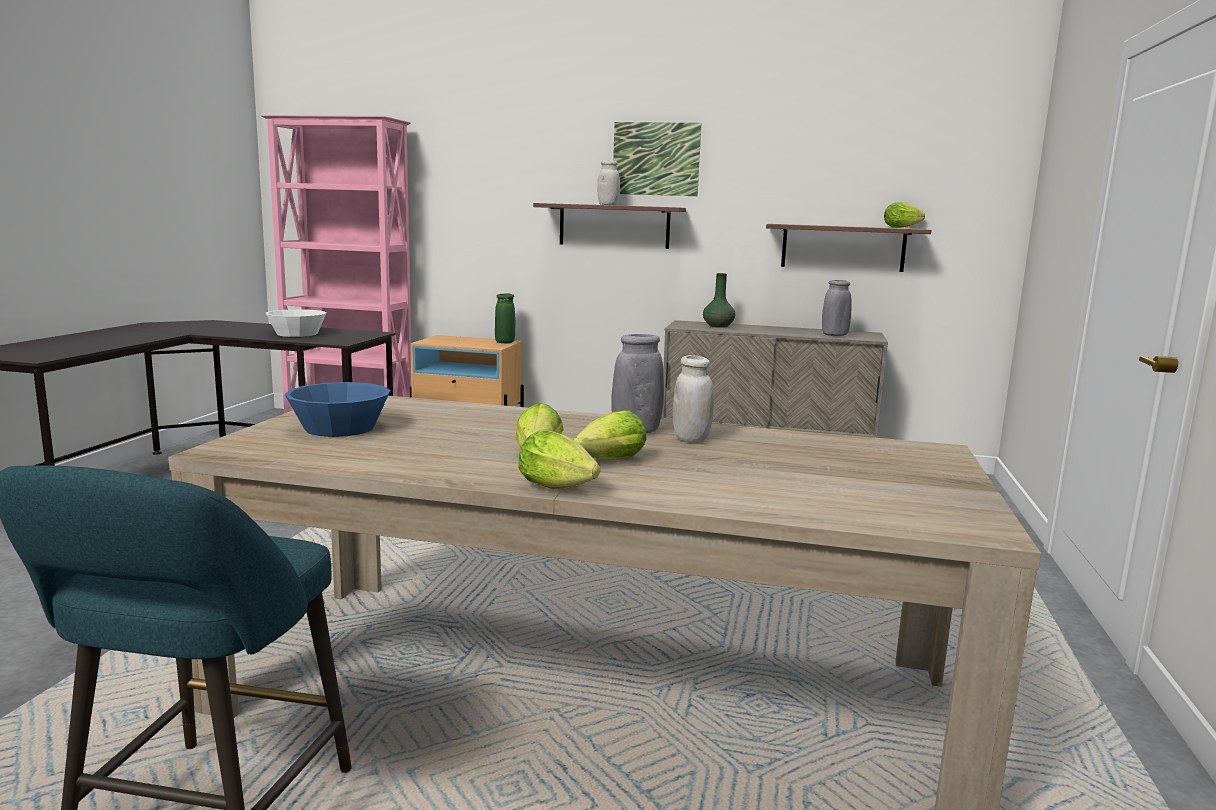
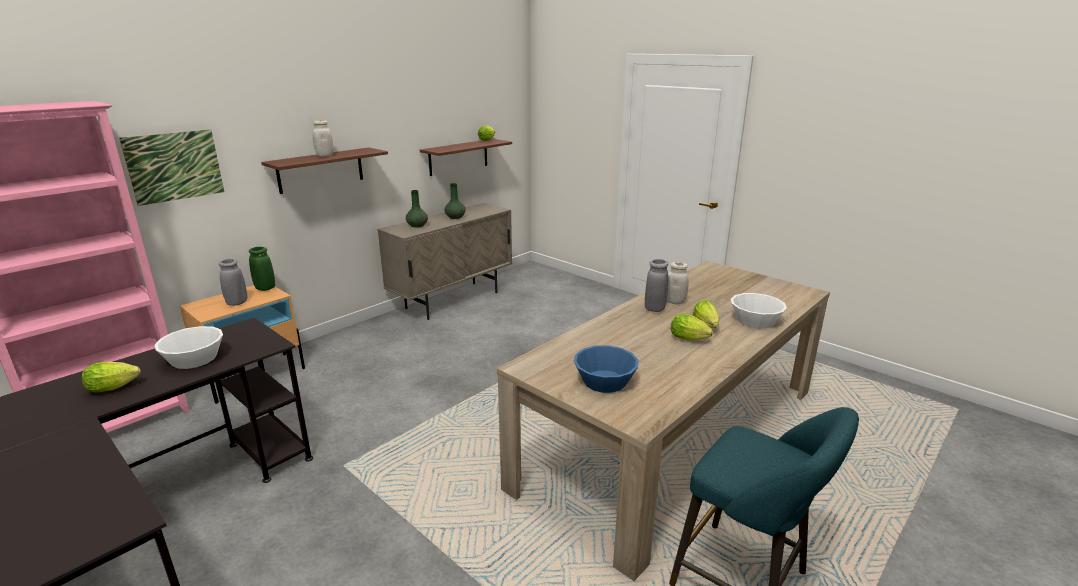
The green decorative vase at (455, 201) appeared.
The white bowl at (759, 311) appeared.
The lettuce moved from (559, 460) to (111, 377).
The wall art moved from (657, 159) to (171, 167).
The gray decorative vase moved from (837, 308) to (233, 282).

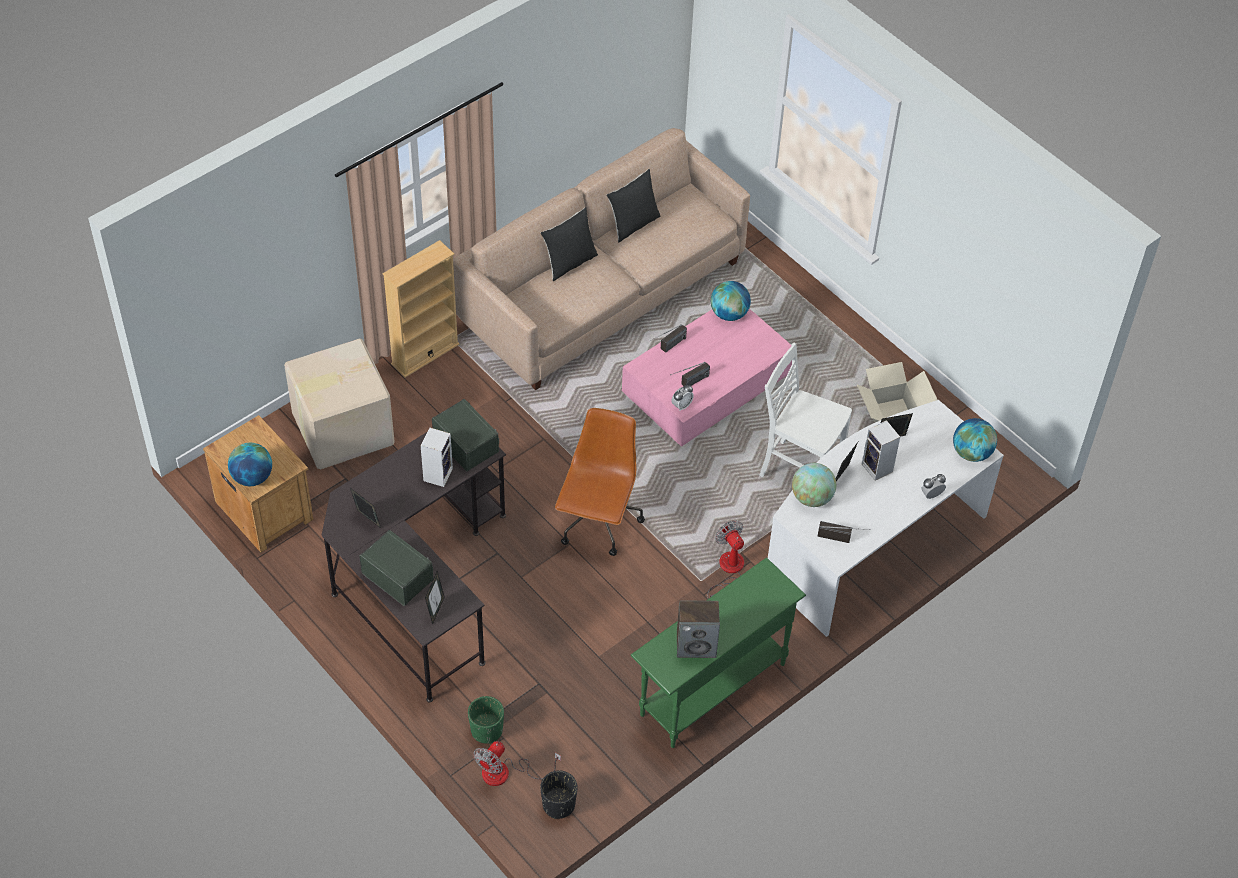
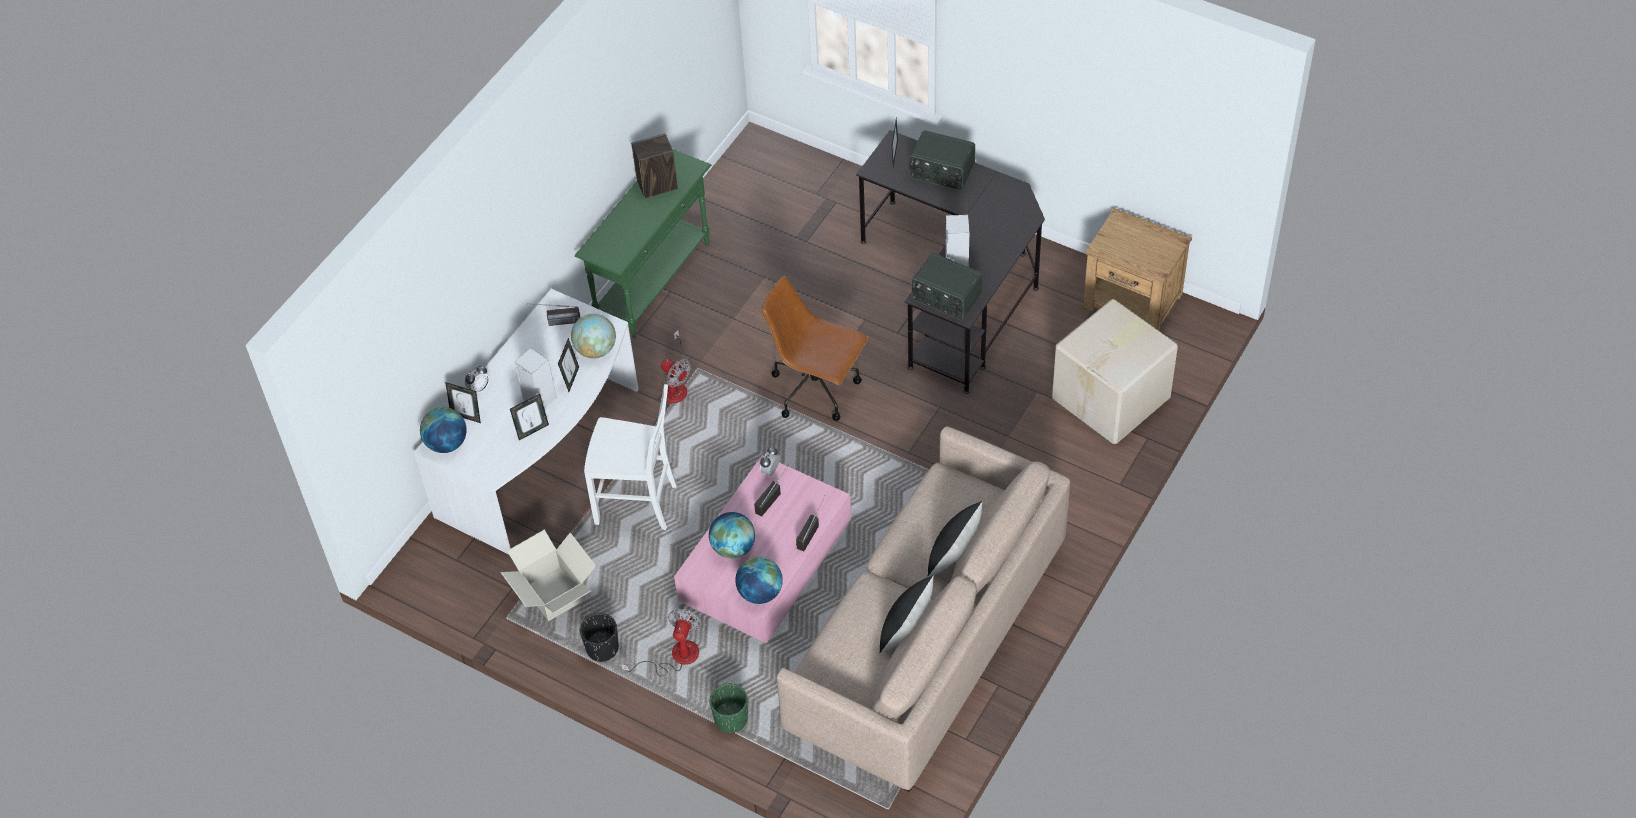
The beige shelving unit at (421, 309) disappeared.
The desk globe moved from (250, 464) to (732, 535).
The standing frame moved from (365, 508) to (463, 402).
The green planter moved from (486, 720) to (729, 708).
The electric fan moved from (517, 763) to (661, 642).
The black planter moved from (559, 794) to (599, 637).
The brown-coloured office chair at (600, 482) turned 120 degrees clockwise.

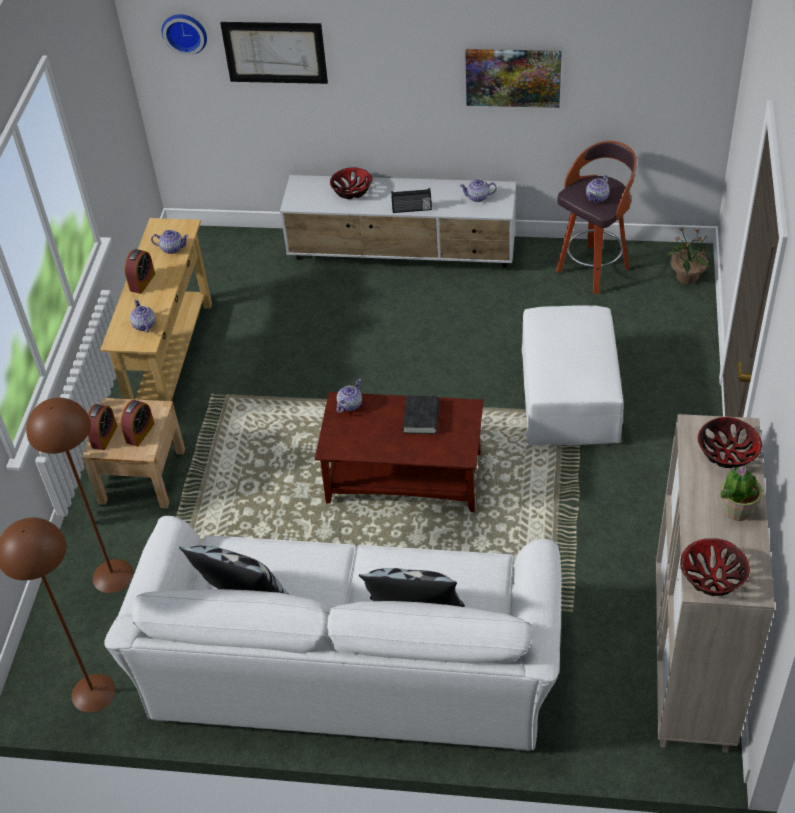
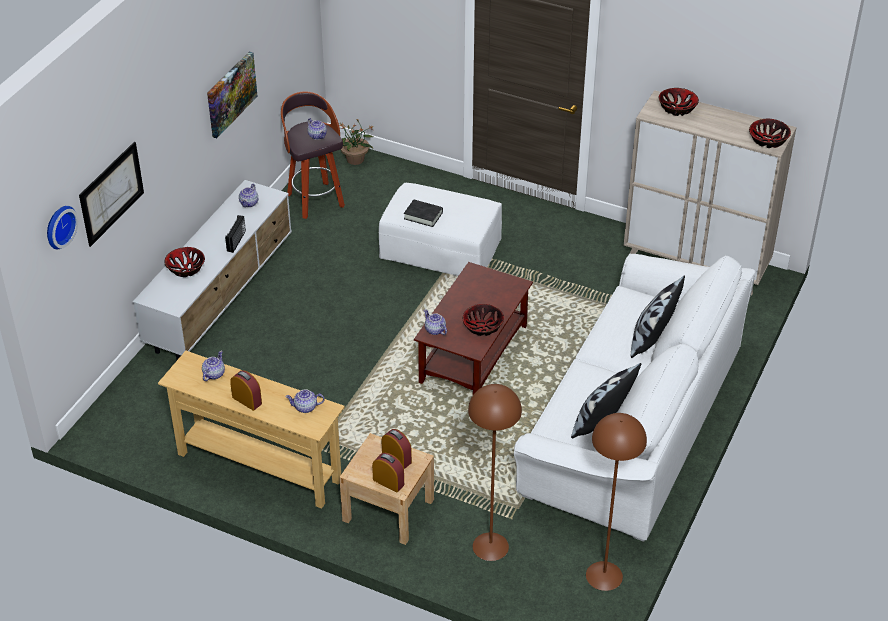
The plant in a pot at (741, 494) disappeared.
The bowl at (483, 320) appeared.
The black bound book moved from (421, 414) to (423, 213).

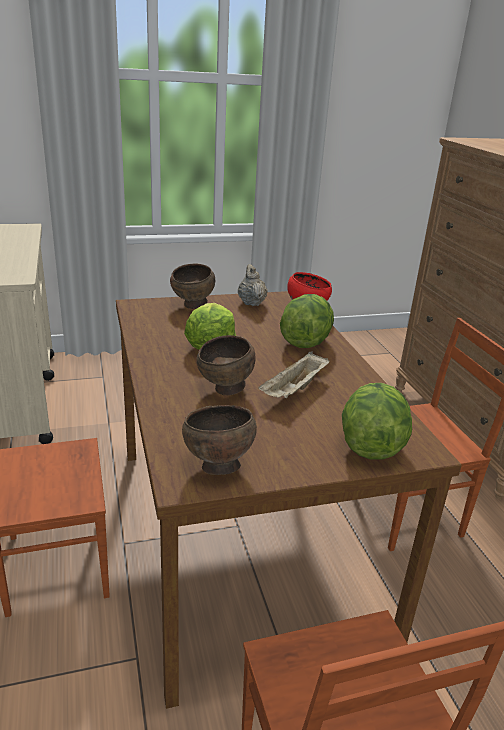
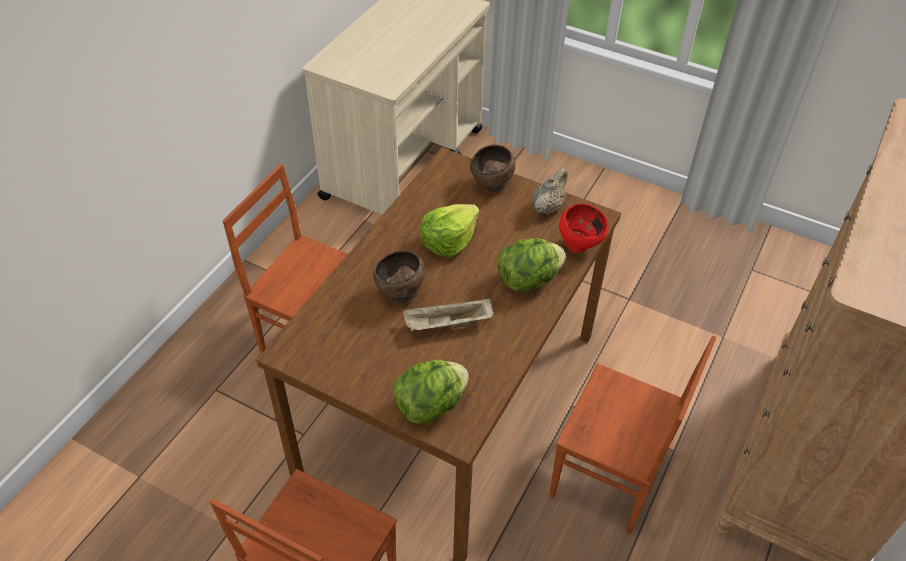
The brown-coloured bowl at (219, 440) disappeared.

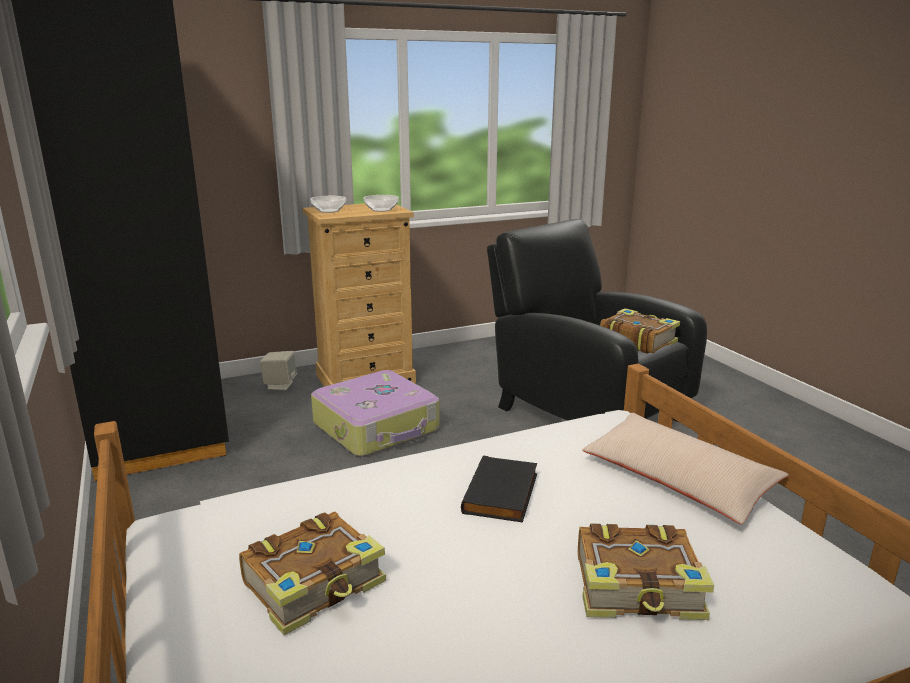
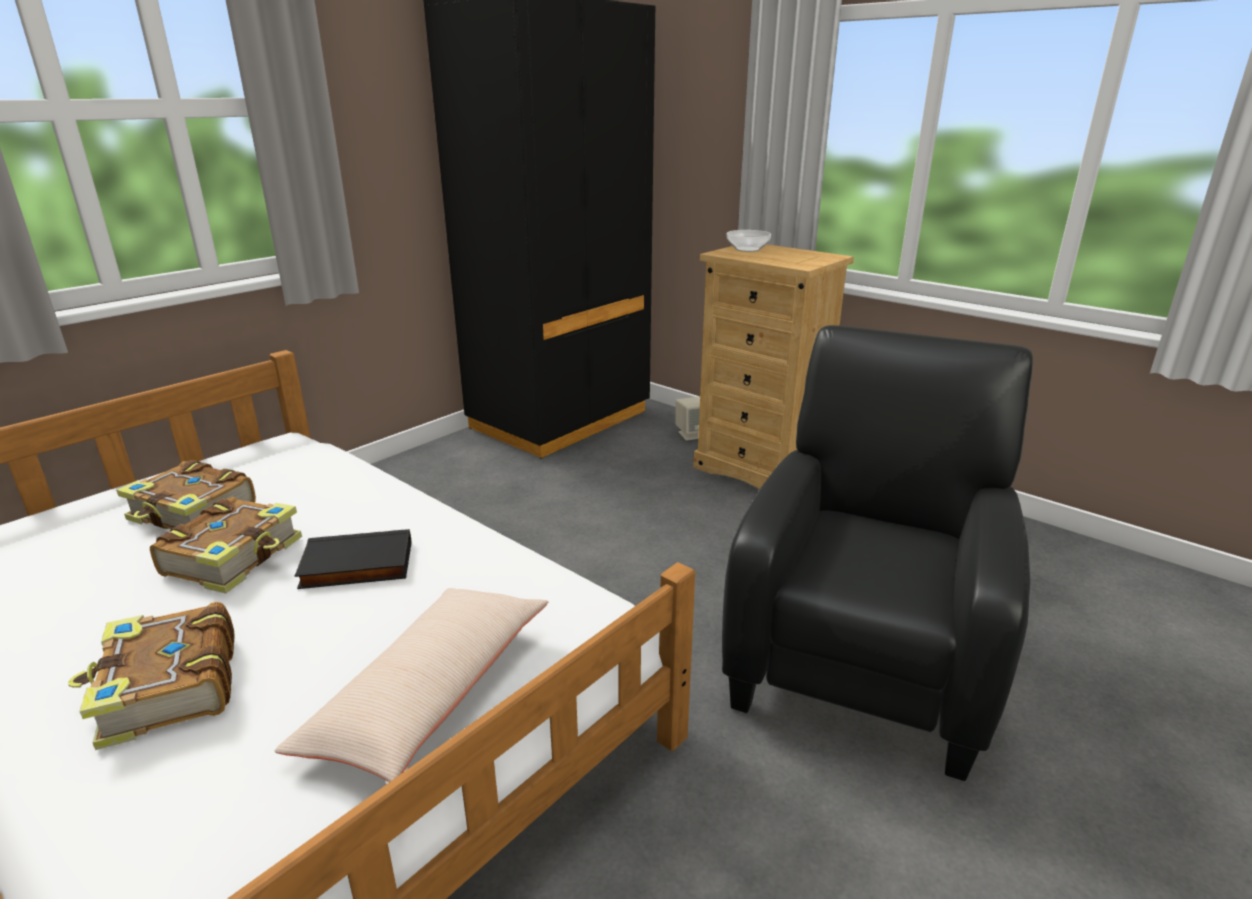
The piece of luggage at (375, 413) disappeared.
The bowl at (381, 203) disappeared.
The bound book moved from (640, 331) to (226, 545).

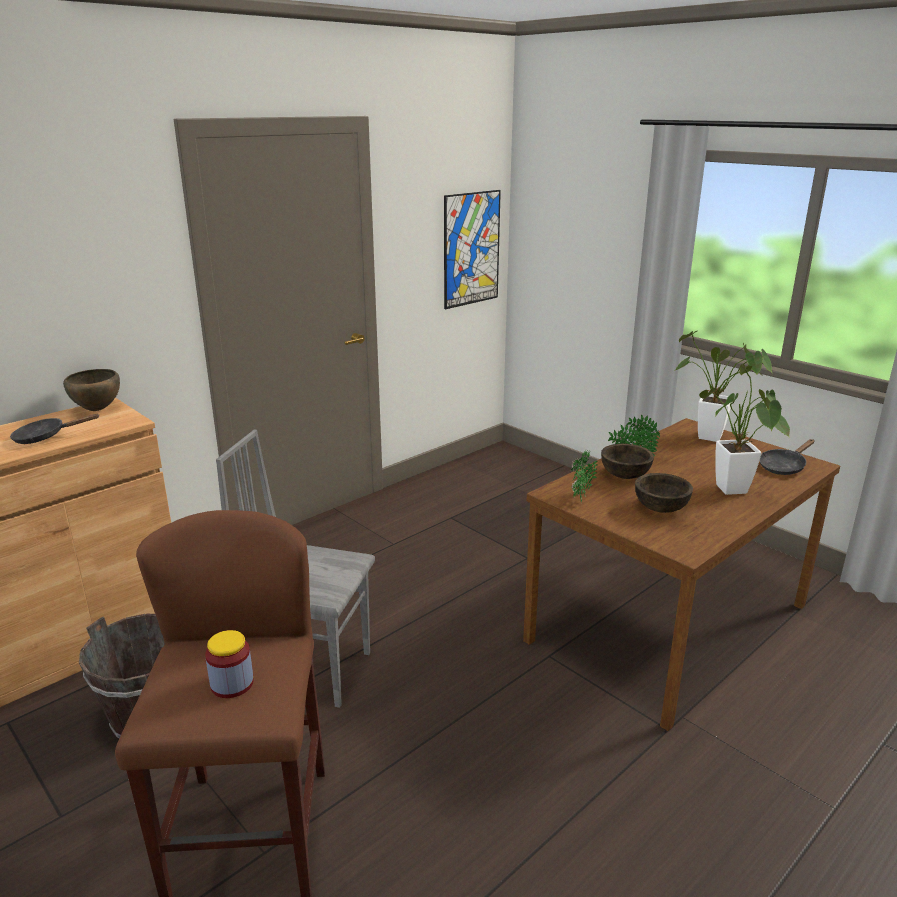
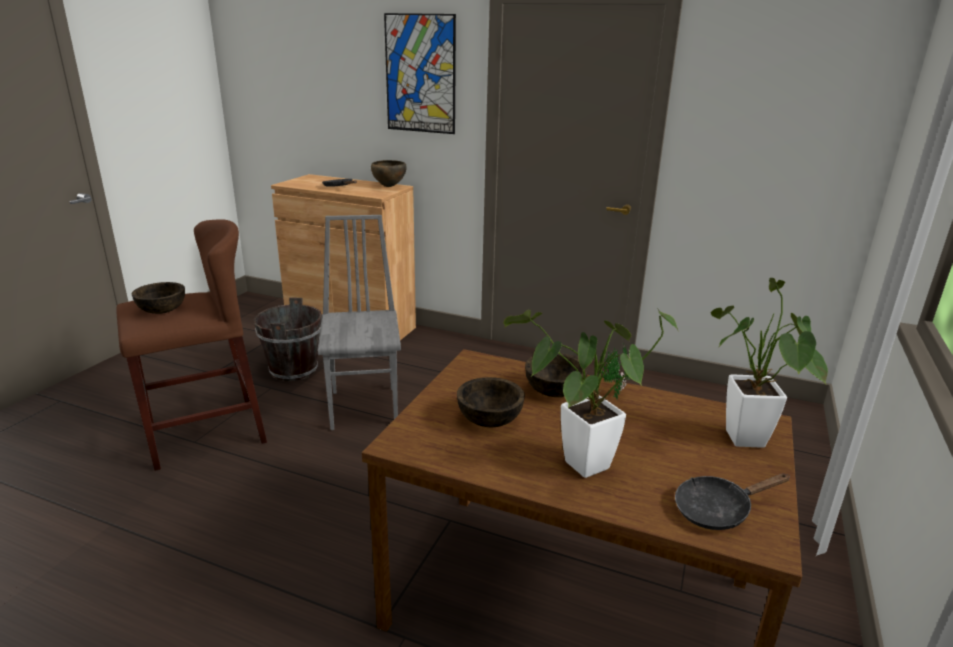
The plant in a pot at (584, 475) disappeared.
The wall art moved from (472, 249) to (420, 73).
The preserve jar at (229, 664) was replaced by the brown-coloured bowl at (158, 298).
The black frying pan at (787, 457) turned 45 degrees counterclockwise.

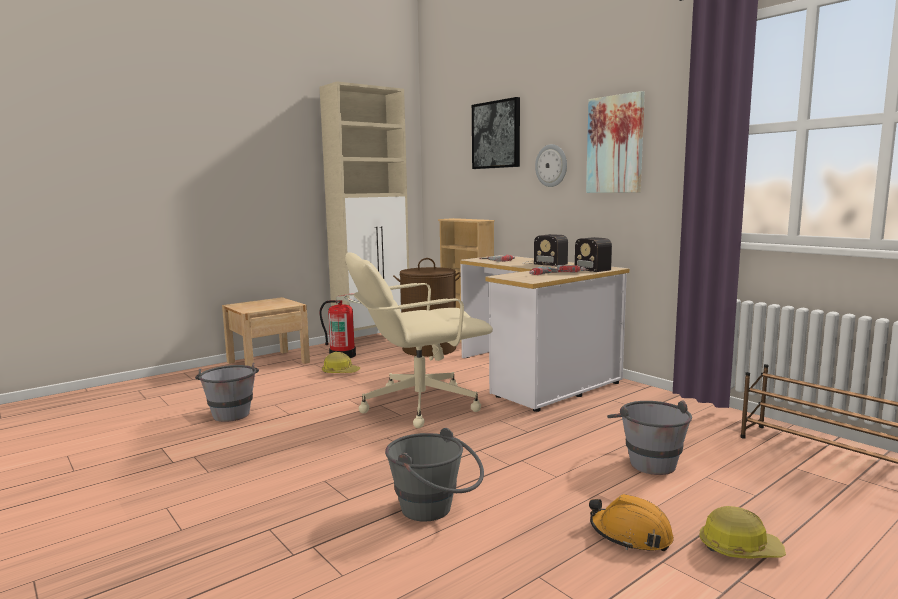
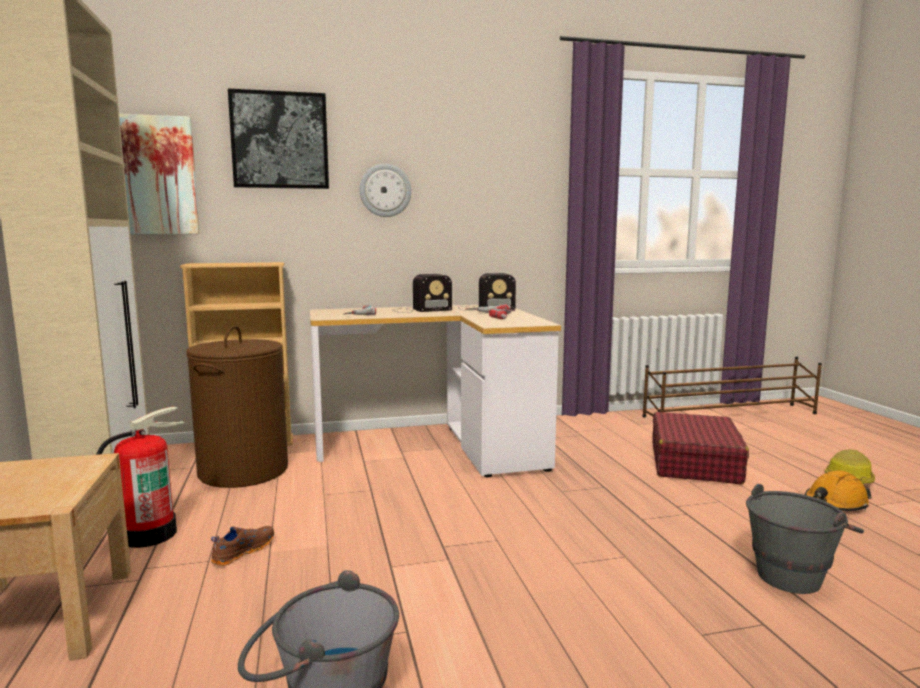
The beige office chair at (419, 340) disappeared.
The wall art moved from (615, 142) to (159, 174).
The hard hat at (341, 362) was replaced by the brown-coloured low shoe at (242, 546).
The gray water bucket at (649, 437) was replaced by the red piece of luggage at (700, 448).

